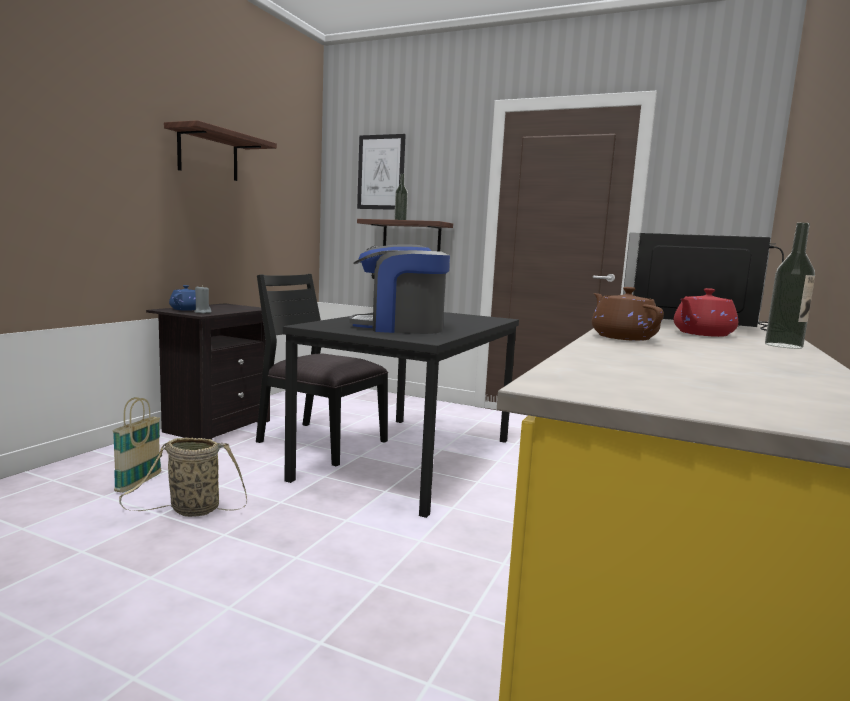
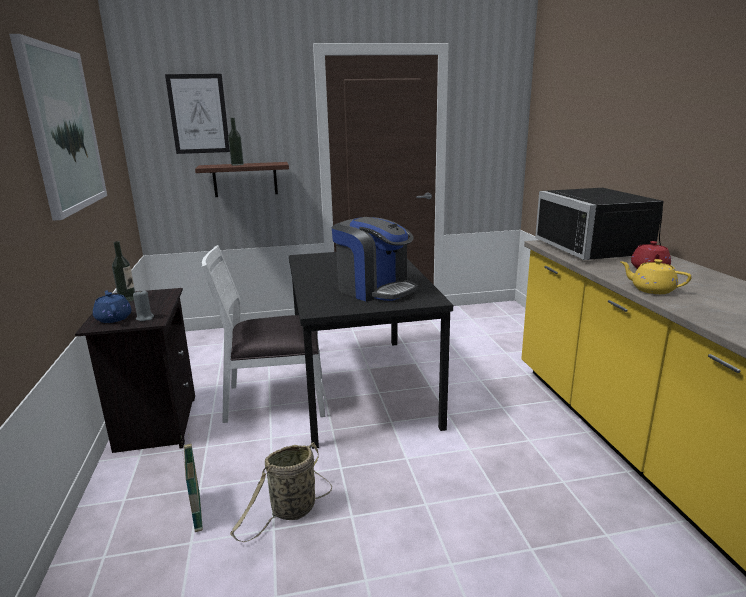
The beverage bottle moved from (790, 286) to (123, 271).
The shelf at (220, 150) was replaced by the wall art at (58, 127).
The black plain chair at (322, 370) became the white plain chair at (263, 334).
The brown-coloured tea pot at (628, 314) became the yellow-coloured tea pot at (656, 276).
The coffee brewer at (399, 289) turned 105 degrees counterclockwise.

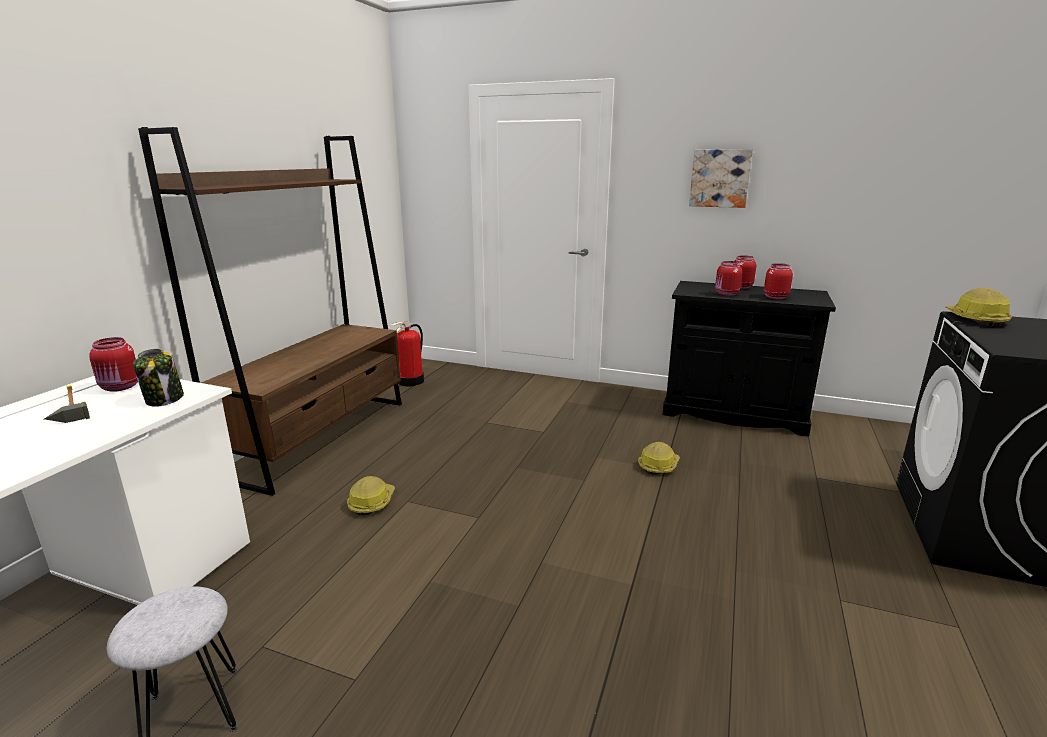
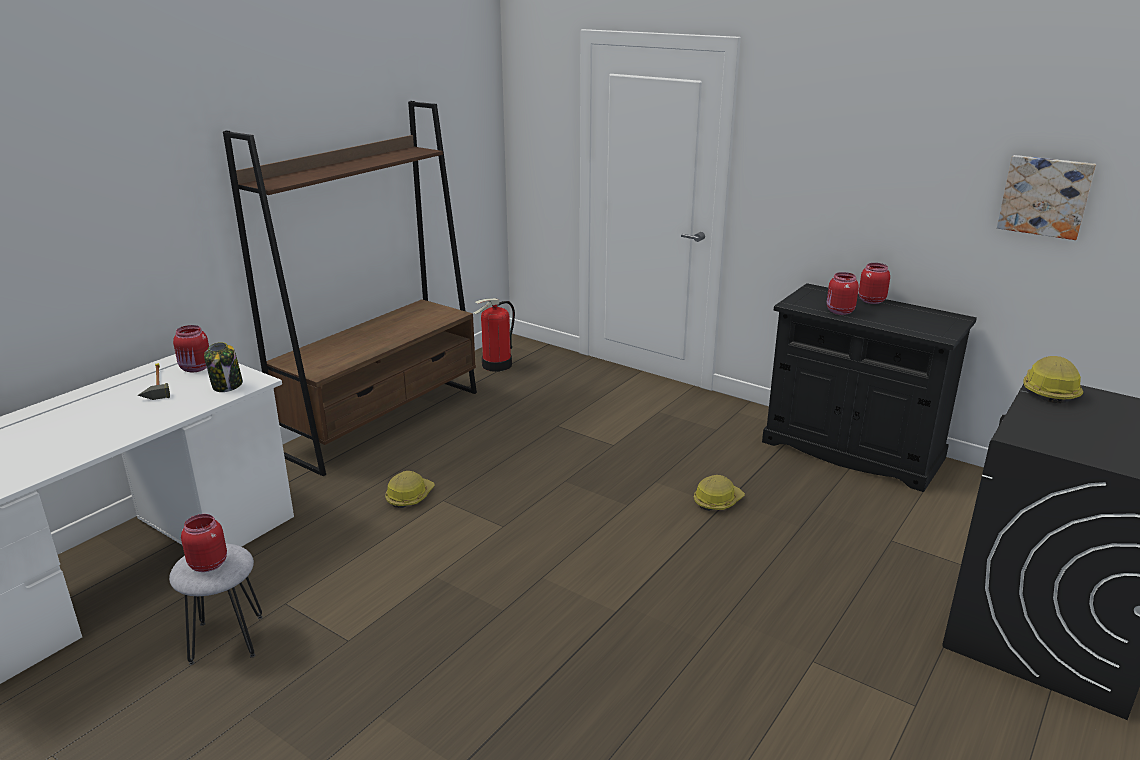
The wall art moved from (721, 178) to (1046, 197).
The red preserve jar moved from (778, 281) to (204, 543).

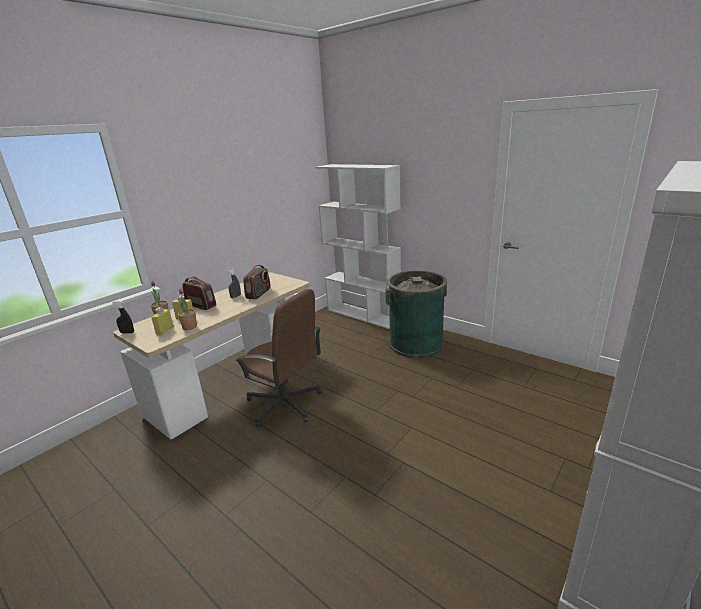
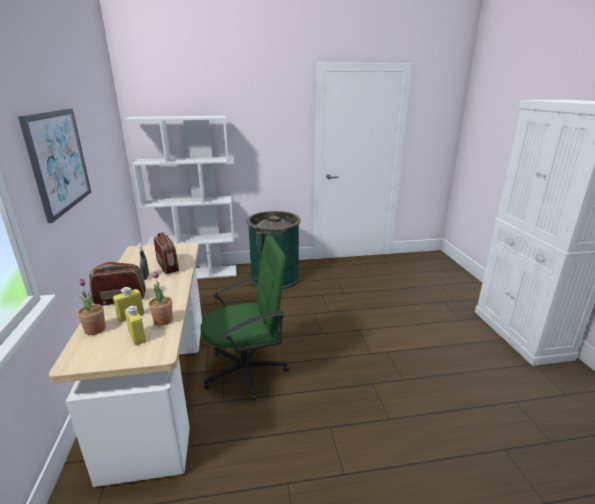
The black hand sprayer at (123, 317) disappeared.
The wall art at (54, 166) appeared.
The brown-coloured office chair at (278, 358) became the green office chair at (244, 318).

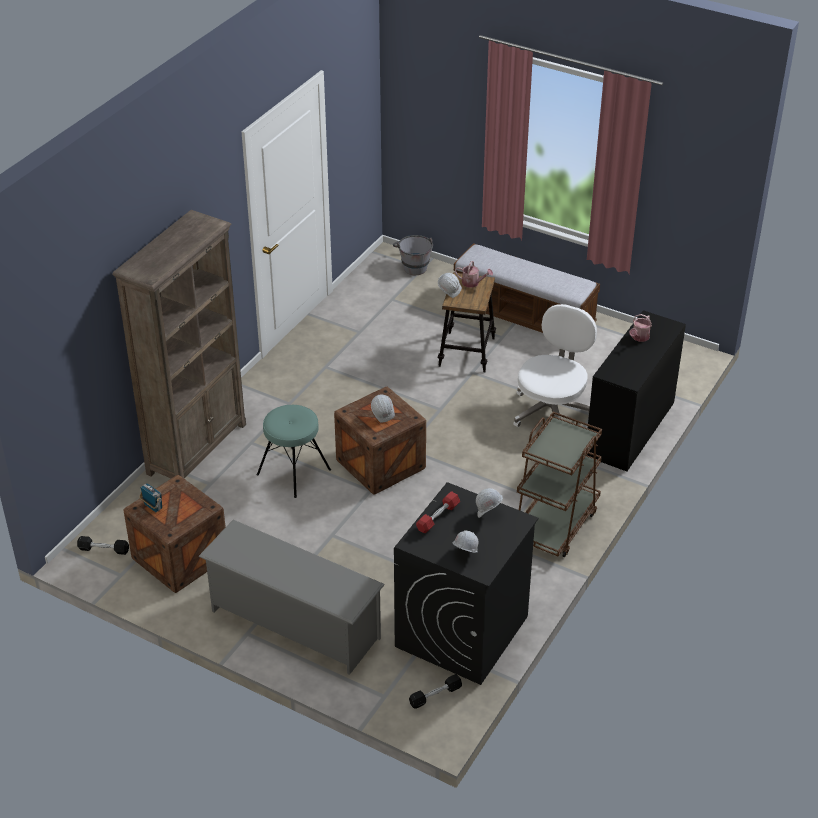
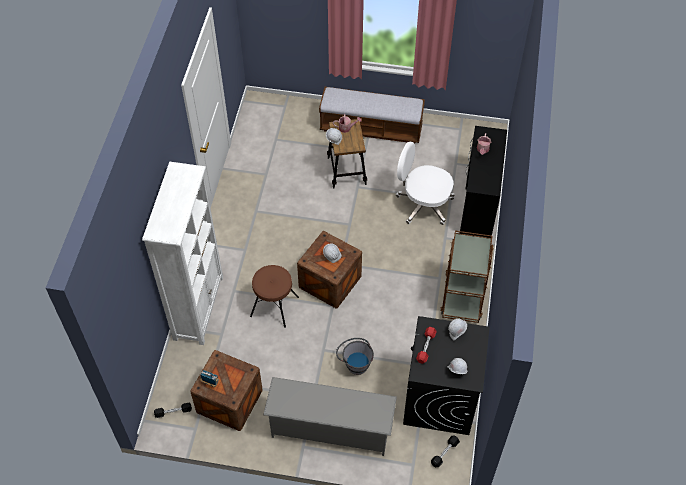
The gray water bucket moved from (413, 255) to (355, 356).
The brown-coloured shelving unit at (179, 344) became the white shelving unit at (182, 253).
The blue-green sitting stool at (294, 451) became the brown-coloured sitting stool at (274, 296).
The white office chair at (555, 365) turned 75 degrees counterclockwise.

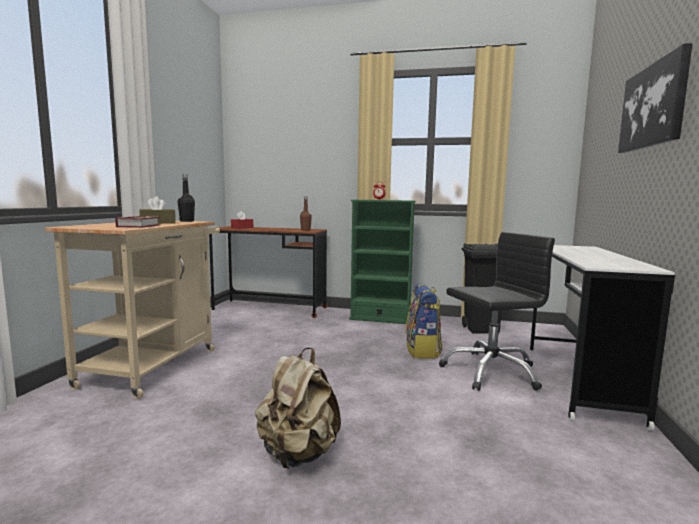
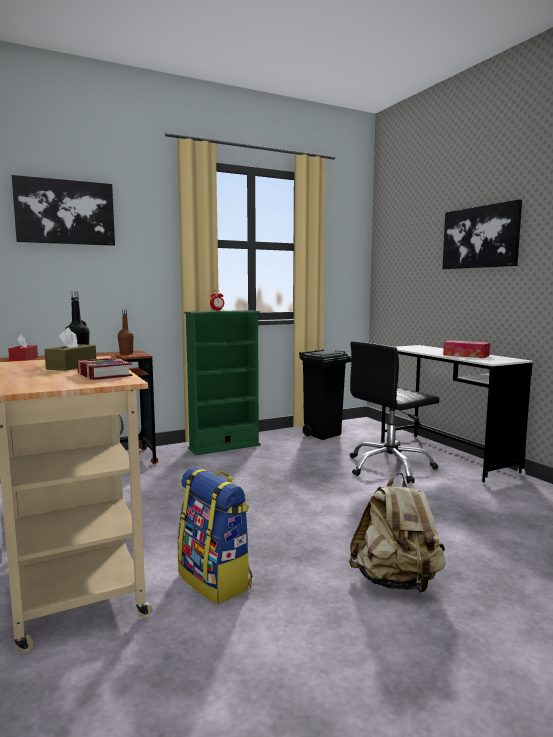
The wall art at (63, 210) appeared.
The tissue holder at (466, 349) appeared.
The knapsack moved from (423, 321) to (214, 535).
The black office chair at (497, 311) turned 150 degrees counterclockwise.

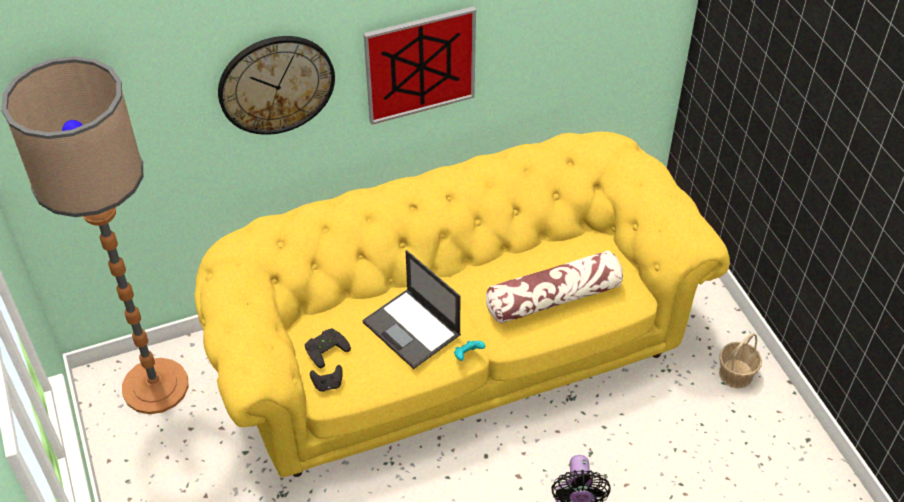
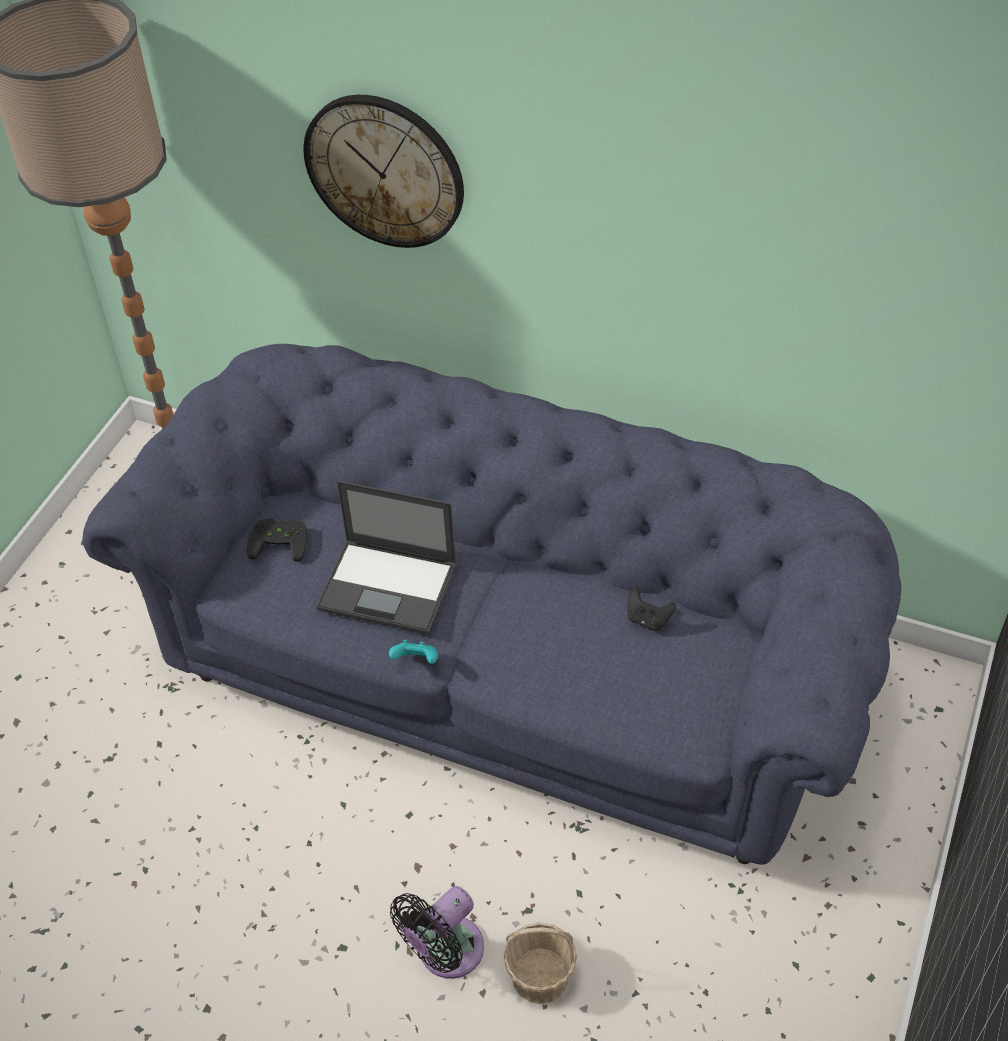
The wall art at (420, 65) disappeared.
The throw pillow at (554, 287) disappeared.
The black joypad moved from (326, 378) to (652, 609).
The storage basket moved from (740, 360) to (540, 963).
The yellow-coloured couch at (462, 304) became the bluish couch at (492, 604).
The laptop at (411, 309) turned 75 degrees counterclockwise.

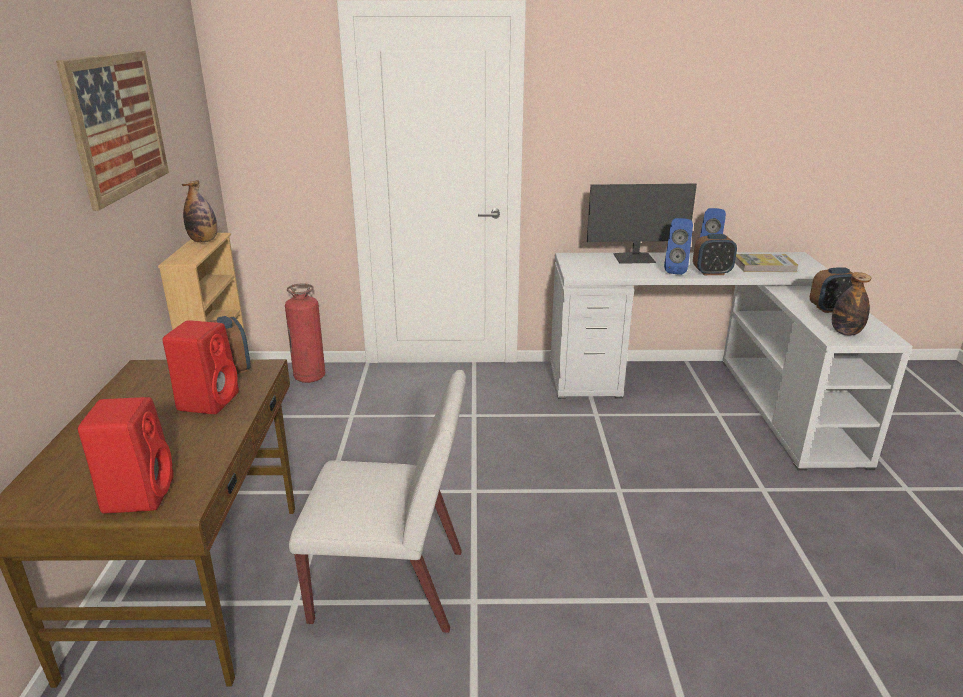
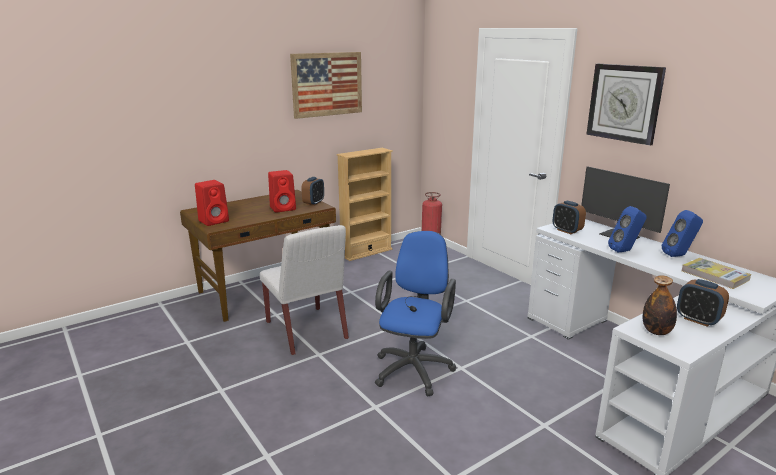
The beverage bottle at (199, 211) disappeared.
The bluish office chair at (415, 313) appeared.
The clock on the wall at (626, 105) appeared.
The alarm clock moved from (715, 254) to (569, 217).

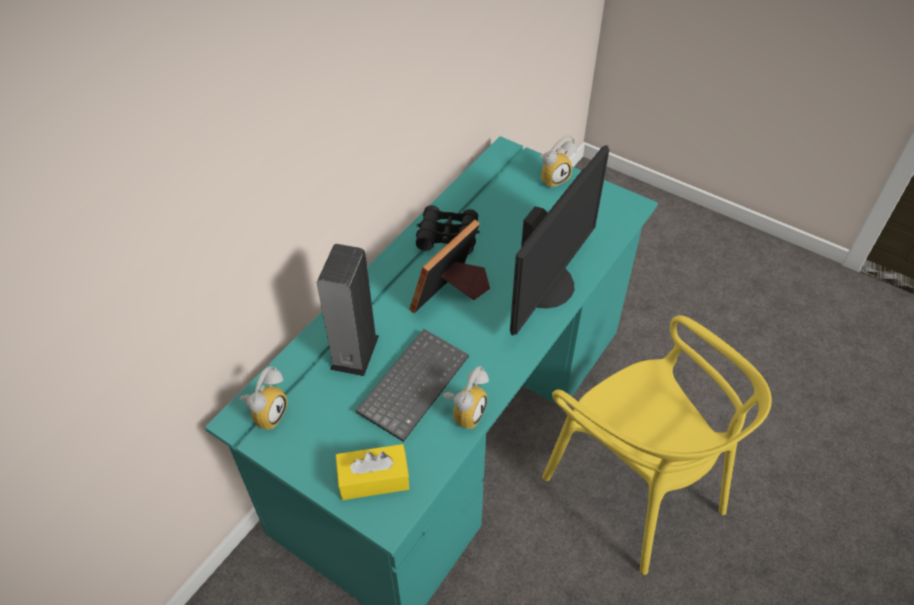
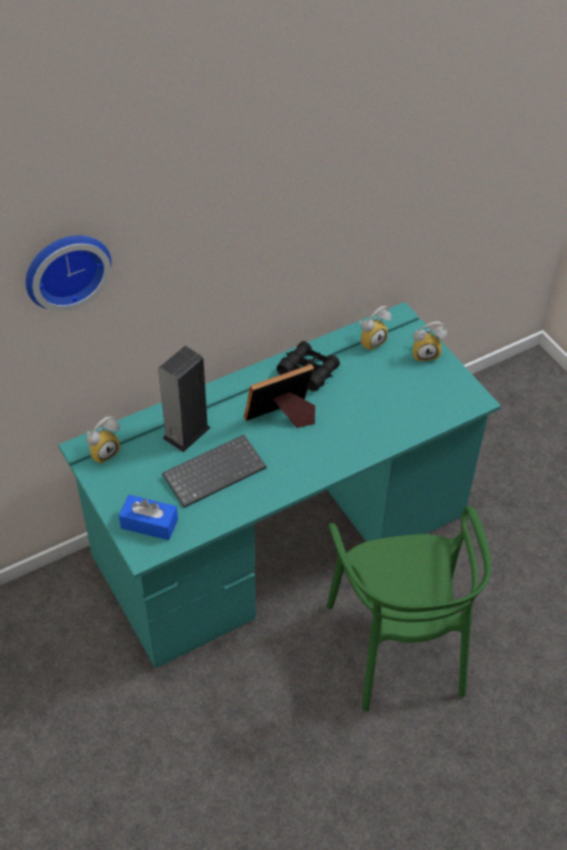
The computer display at (560, 240) disappeared.
The clock on the wall at (69, 273) appeared.
The alarm clock moved from (466, 397) to (375, 328).
The yellow-coloured tissue holder at (372, 472) became the bluish tissue holder at (148, 517).
The yellow-coloured plain chair at (657, 445) became the green plain chair at (409, 608).

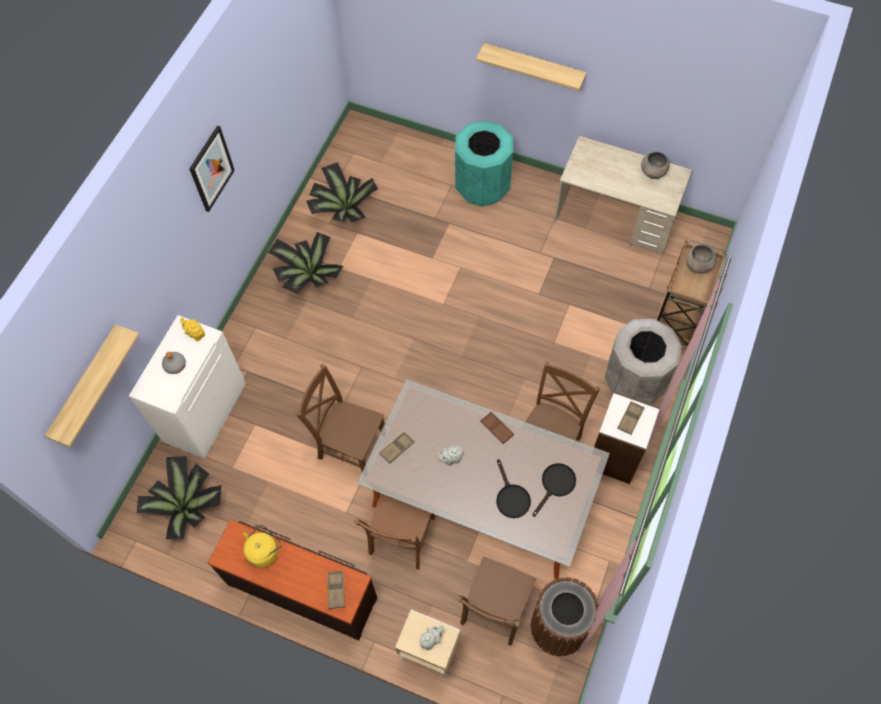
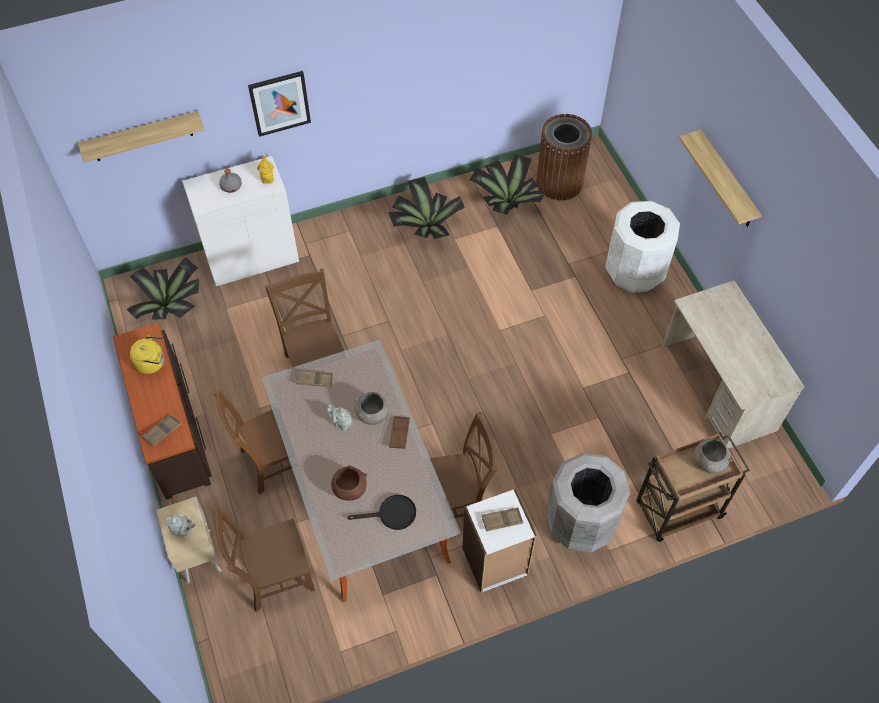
The wall art moved from (212, 169) to (279, 104).
The brown-coloured rubbish bin moved from (565, 616) to (564, 157).
The gray bowl moved from (655, 165) to (371, 408).
The black frying pan at (513, 488) was replaced by the brown-coloured bowl at (349, 483).
The blue-green rubbish bin at (484, 163) became the white rubbish bin at (642, 247).

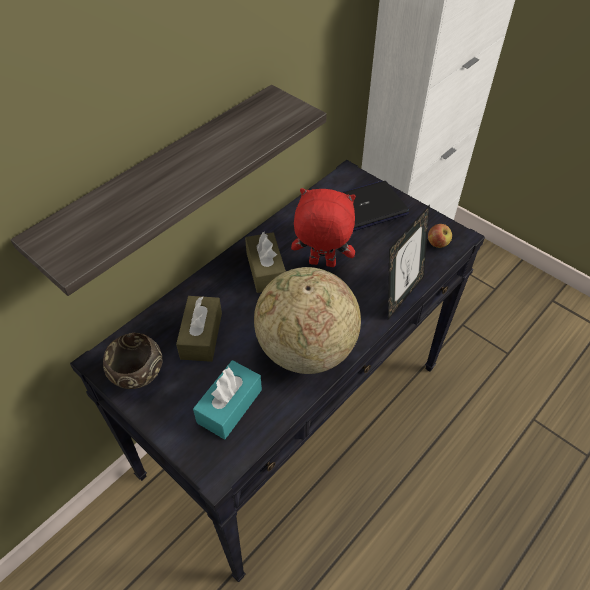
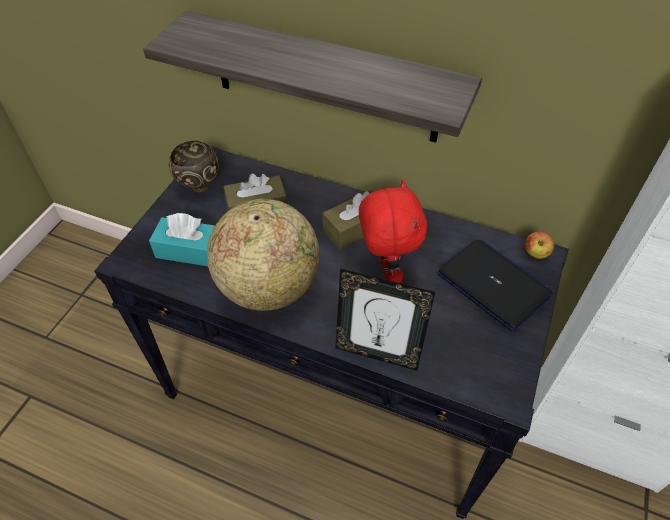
The apple moved from (440, 236) to (539, 245).

